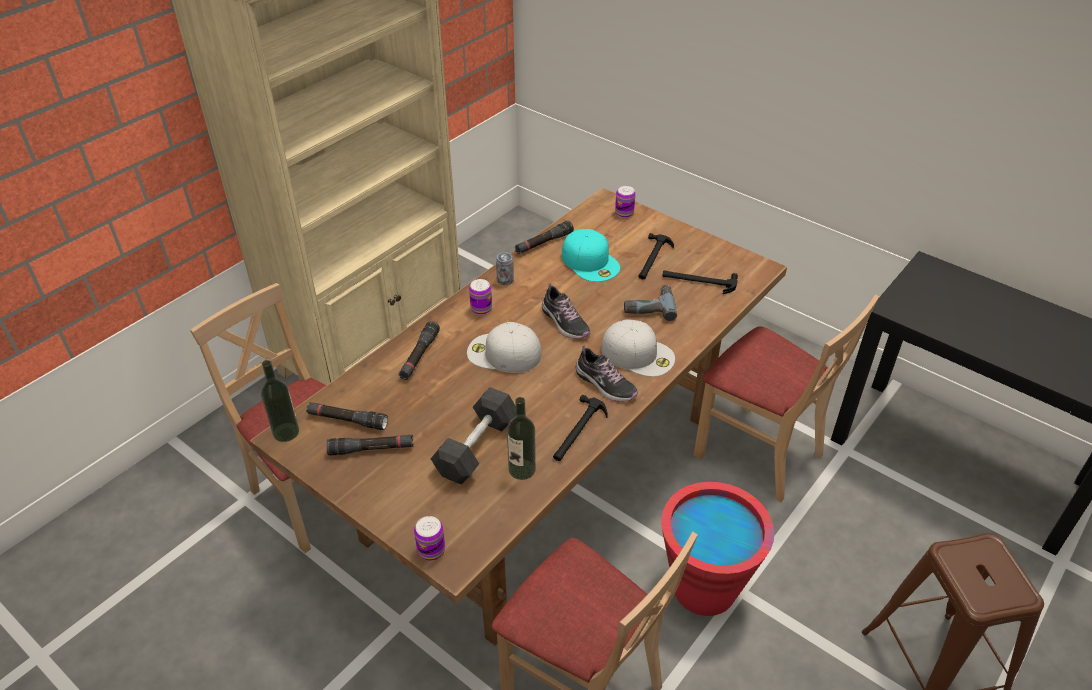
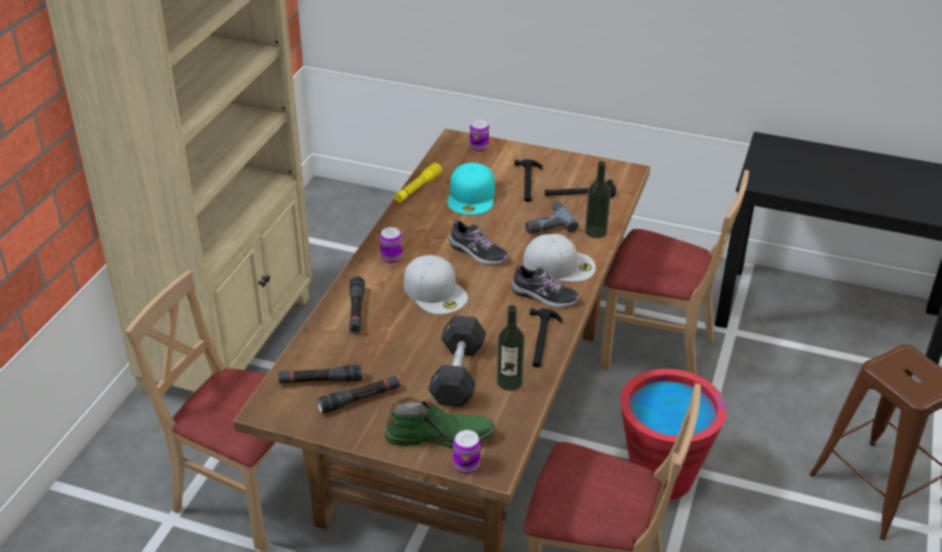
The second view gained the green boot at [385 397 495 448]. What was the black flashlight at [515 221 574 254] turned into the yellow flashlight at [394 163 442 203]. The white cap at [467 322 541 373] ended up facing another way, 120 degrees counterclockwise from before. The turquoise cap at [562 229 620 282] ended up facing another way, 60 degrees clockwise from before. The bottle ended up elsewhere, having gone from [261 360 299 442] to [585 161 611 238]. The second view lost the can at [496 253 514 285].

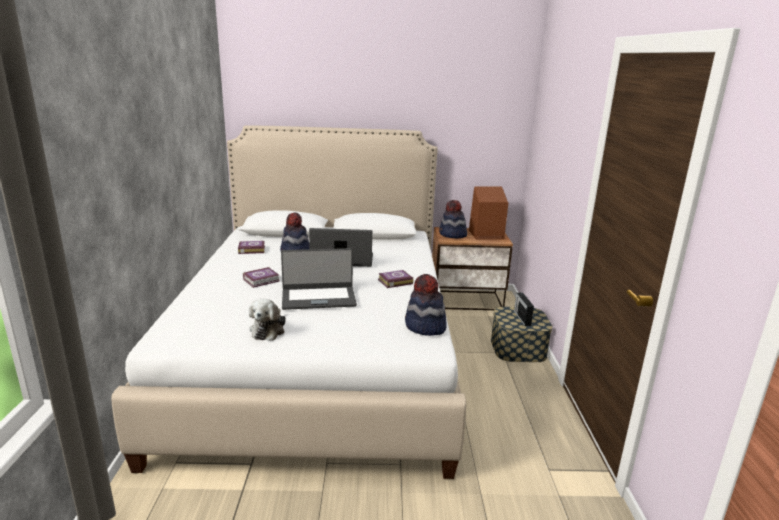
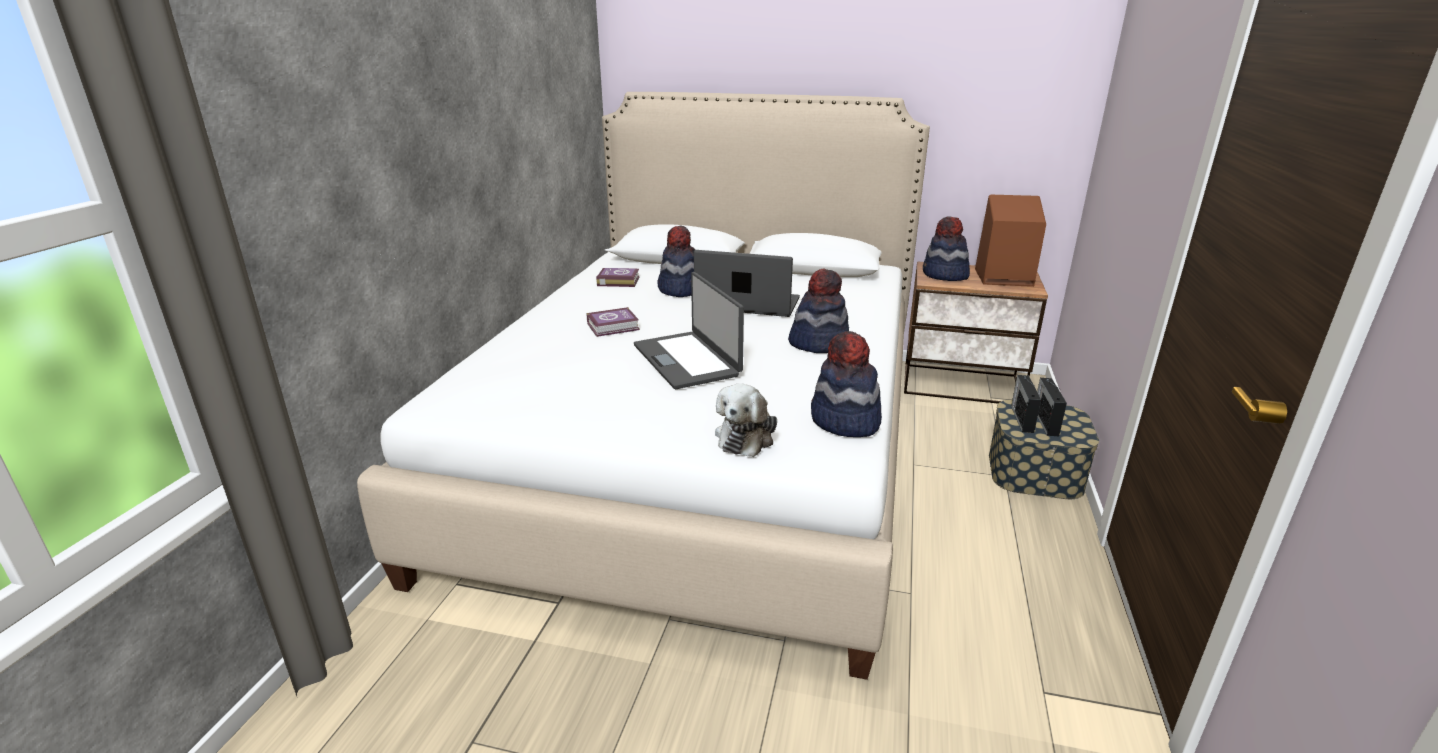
The laptop at [281 248 357 310] ended up facing another way, 60 degrees clockwise from before. The plush toy ended up elsewhere, having gone from [249 299 286 341] to [715 384 777 457]. Where the book stood at [378 270 413 288], the hat came to stand at [788 269 849 353]. The second view gained the radio at [1011 375 1041 433].

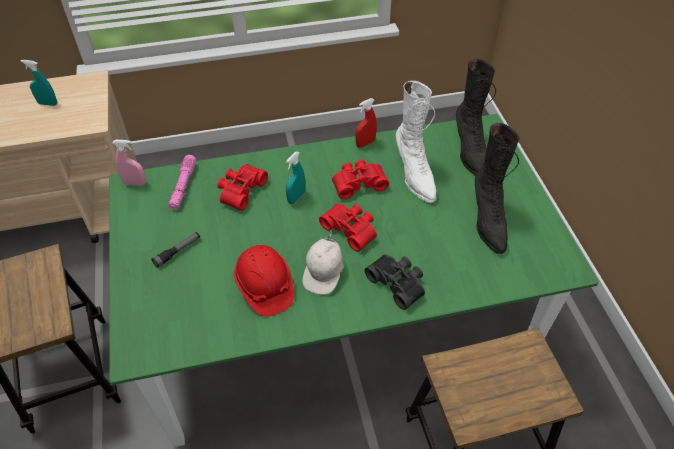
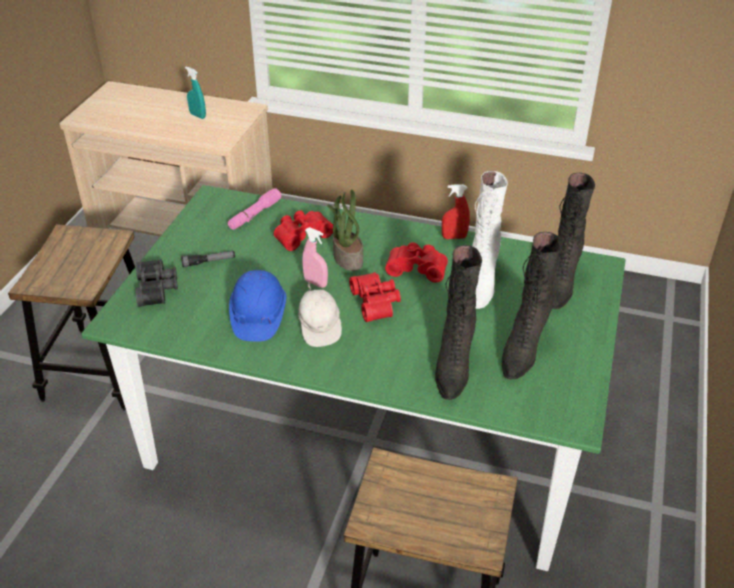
The black binoculars ended up elsewhere, having gone from [364 254 425 310] to [135 259 178 307]. What was the red hard hat at [234 245 294 317] turned into the blue hard hat at [229 270 286 342]. The white cap at [302 230 344 295] ended up facing another way, 60 degrees counterclockwise from before. The pink spray bottle ended up elsewhere, having gone from [112 140 146 186] to [302 227 328 288]. Where the turquoise spray bottle stood at [286 151 305 204], the potted plant came to stand at [327 189 363 271]. The second view gained the black boot at [435 245 482 400].

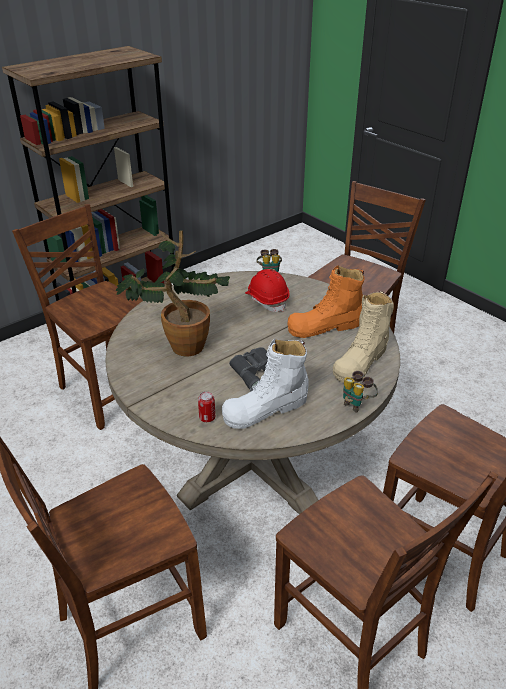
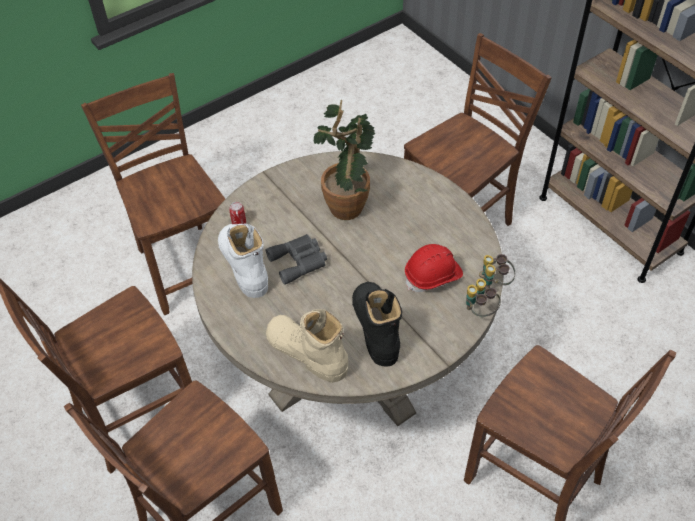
What was the orange boot at [288 265 364 338] turned into the black boot at [352 282 402 366]. The binoculars ended up elsewhere, having gone from [343 371 378 412] to [466 278 501 317].

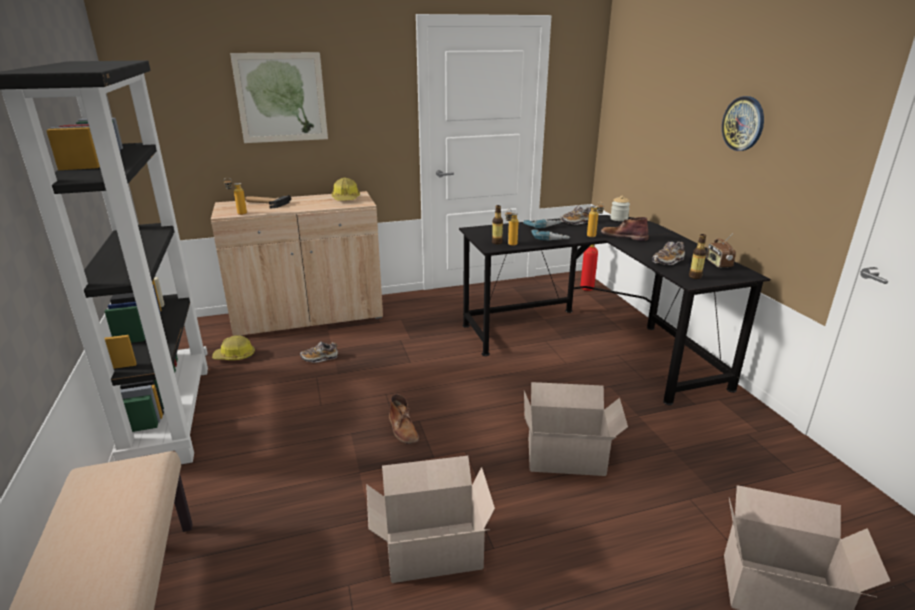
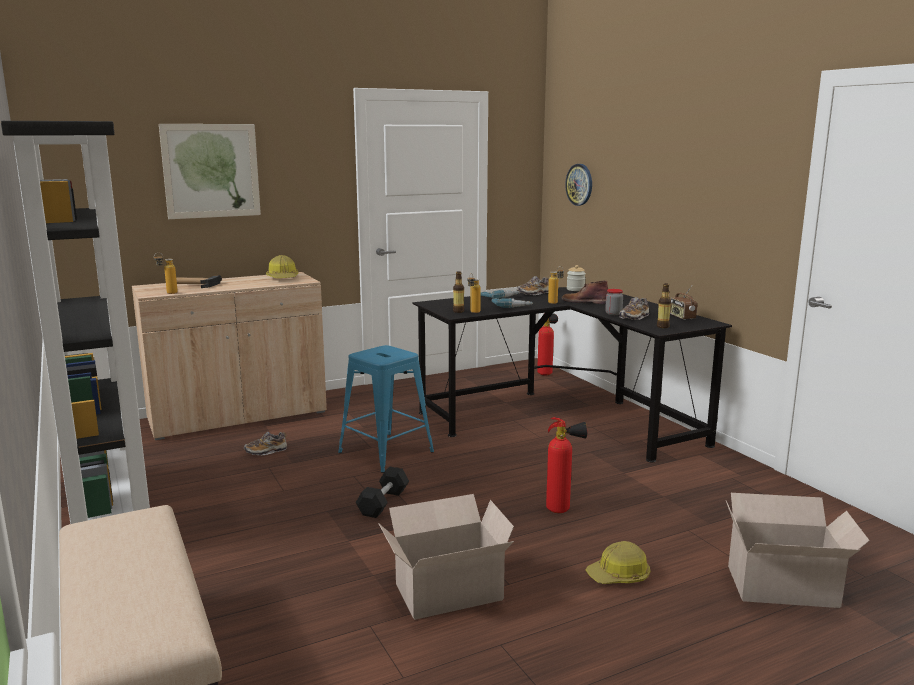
The second view gained the blue stool at [338 345 434 473]. Where the brown boot stood at [389 394 419 444], the black dumbbell came to stand at [356 467 409 518]. Where the cardboard box stood at [524 382 628 476], the fire extinguisher came to stand at [546 417 587 513]. The wall clock ended up elsewhere, having gone from [722 96 764 151] to [565 164 592 206]. The hard hat ended up elsewhere, having gone from [212 335 255 360] to [586 541 650 584]. The second view gained the jar at [605 289 623 315].

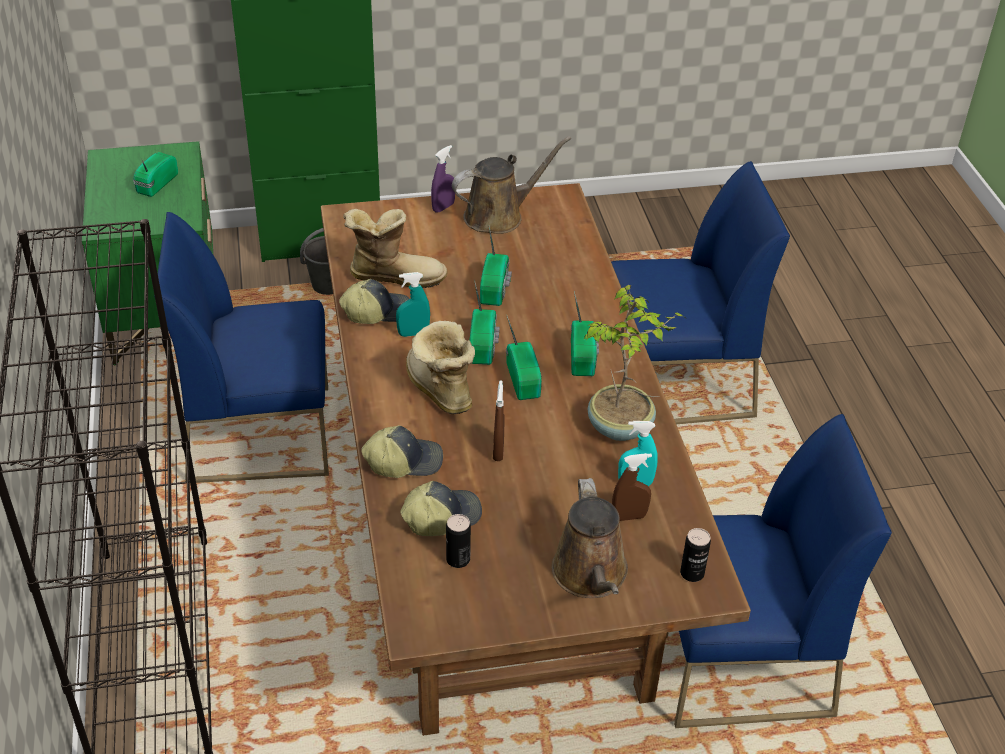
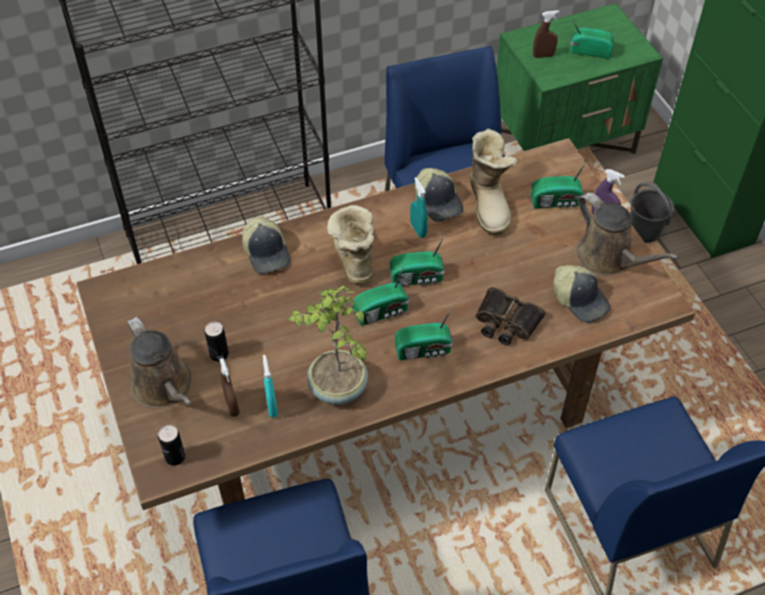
The brown watering can at [551 478 628 598] ended up facing another way, 105 degrees counterclockwise from before. The can ended up elsewhere, having gone from [446 514 471 568] to [205 322 229 362]. The boot at [406 321 475 414] ended up facing another way, 60 degrees counterclockwise from before. The second view gained the binoculars at [476 287 545 345]. The radio ended up elsewhere, having gone from [480 226 512 306] to [531 159 588 208]. The brown spray bottle ended up elsewhere, having gone from [493 380 505 461] to [533 10 559 58]. The cap ended up elsewhere, having gone from [400 481 482 536] to [553 265 611 323].

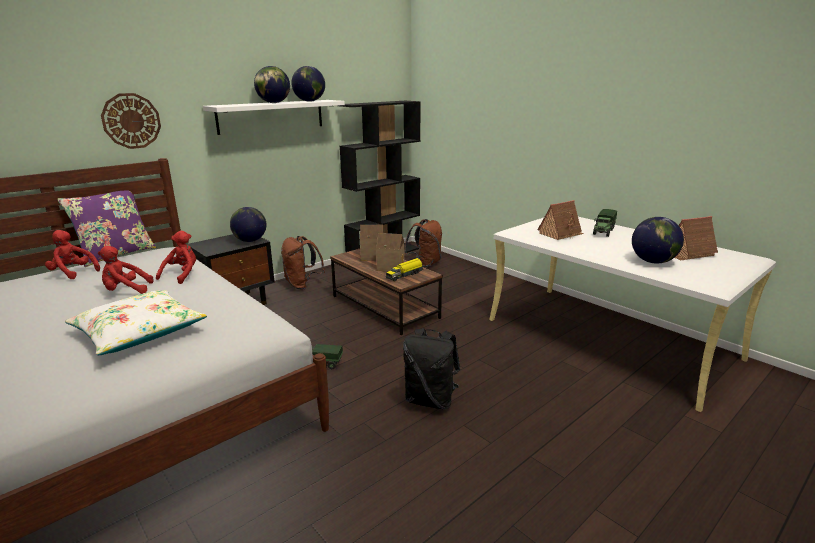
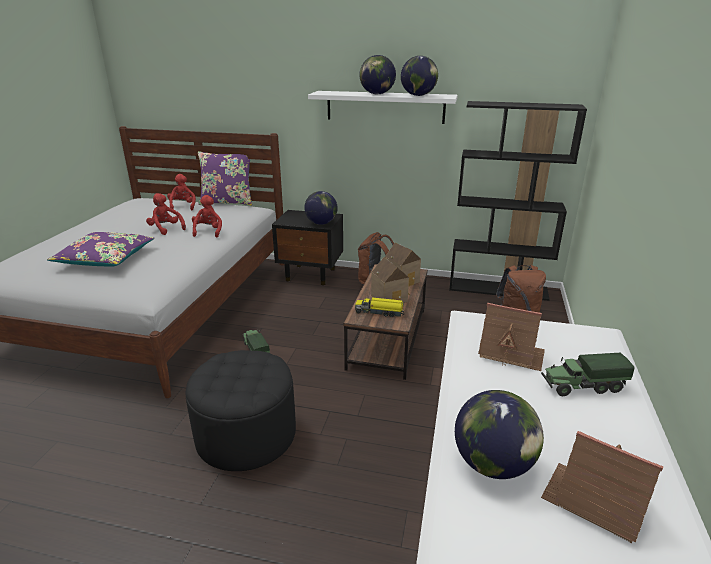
What was the white pillow at [65 290 207 355] turned into the purple pillow at [47 232 155 267]. Where the black backpack stood at [403 328 460 409], the black ottoman came to stand at [185 350 296 471]. The red plush toy at [156 231 196 284] ended up facing another way, 75 degrees counterclockwise from before. The second view lost the wall clock at [101 93 161 149].

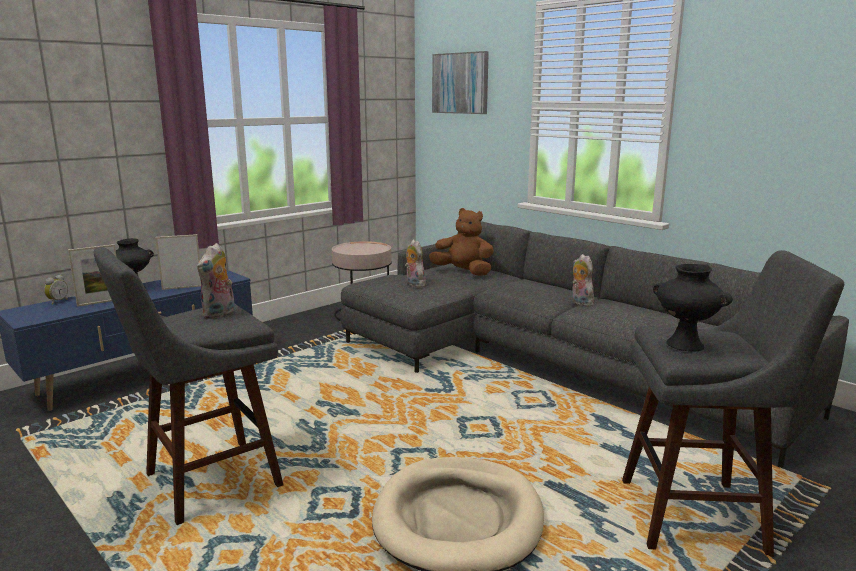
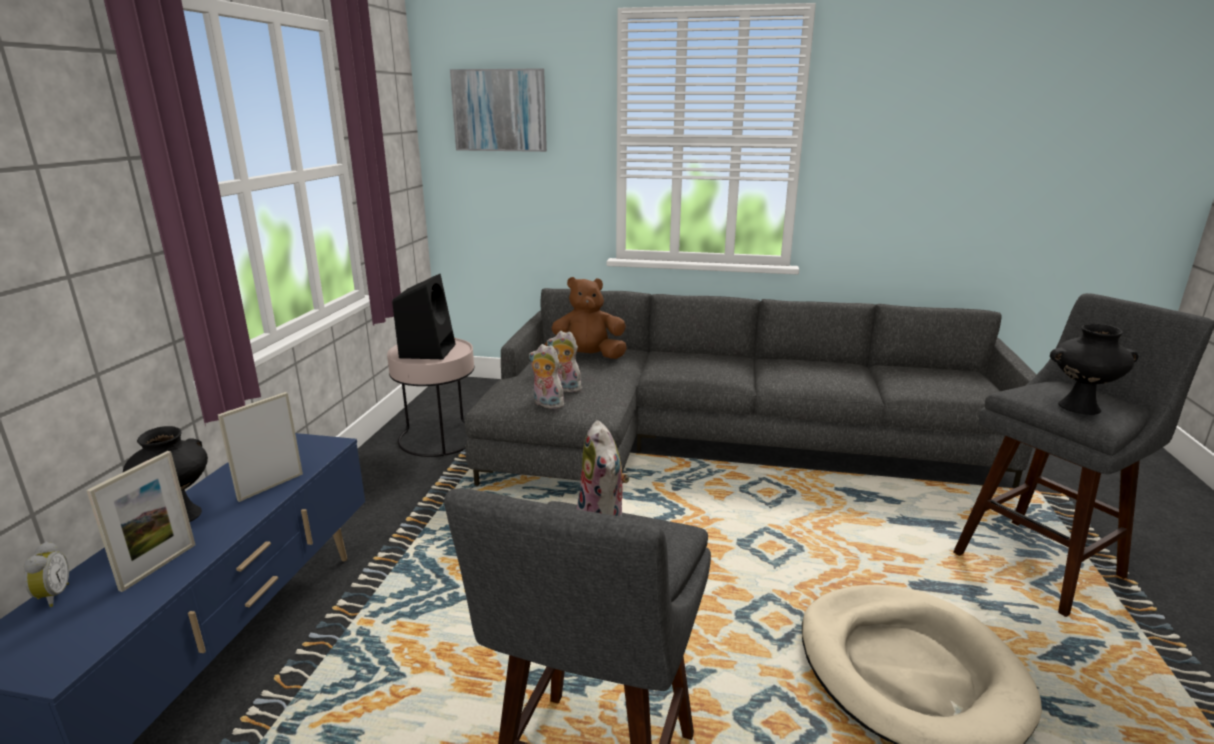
The second view gained the black speaker at [392 274 456 359]. The plush toy ended up elsewhere, having gone from [572 254 594 307] to [529 344 564 409].

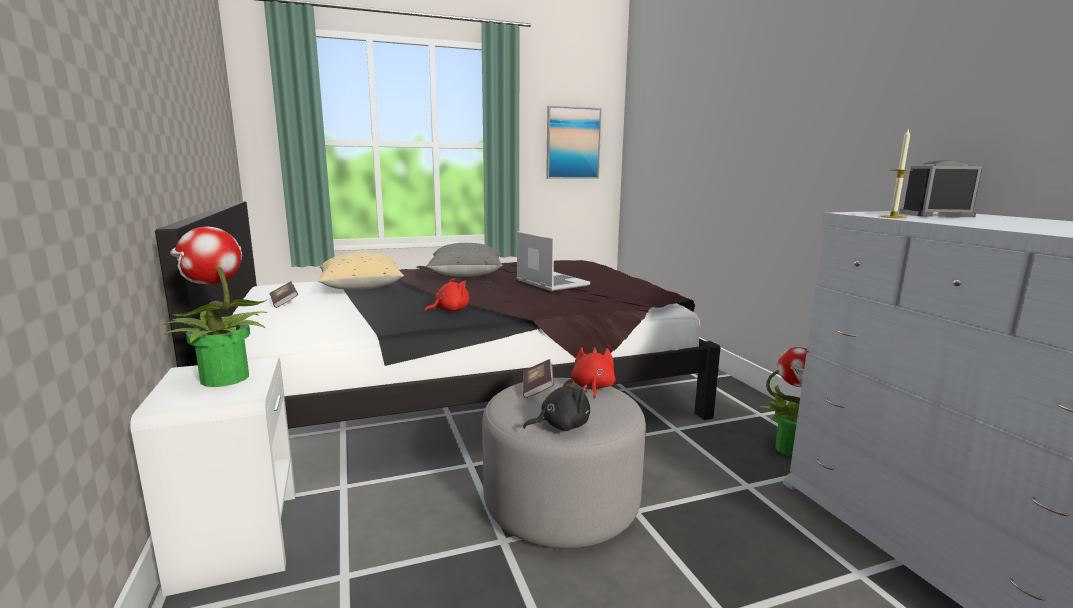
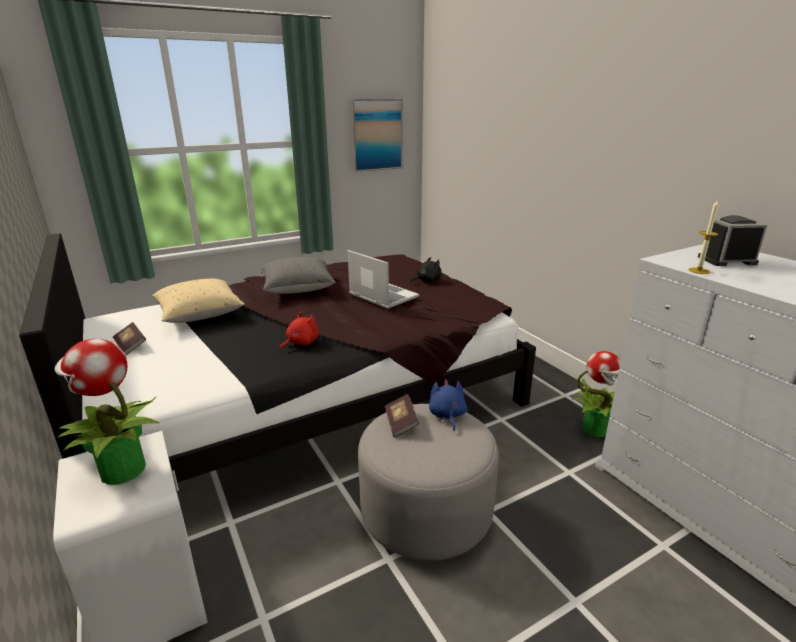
The black plush toy ended up elsewhere, having gone from [523 378 590 431] to [410 257 442 283]. What was the red plush toy at [571 347 616 399] turned into the blue plush toy at [429 379 467 431].

